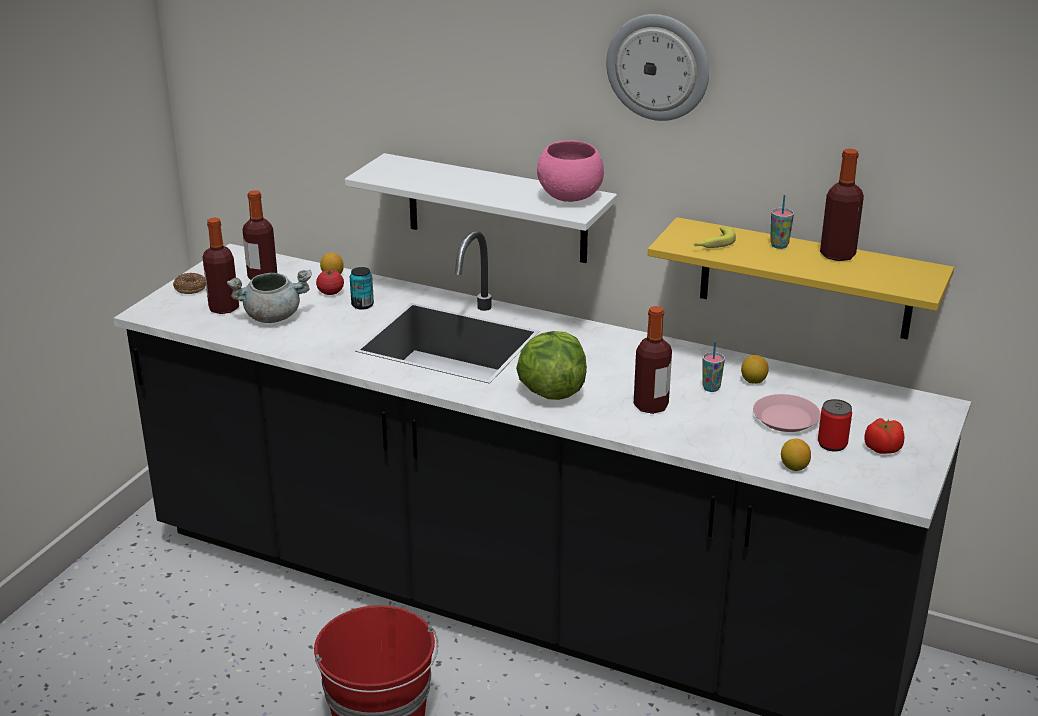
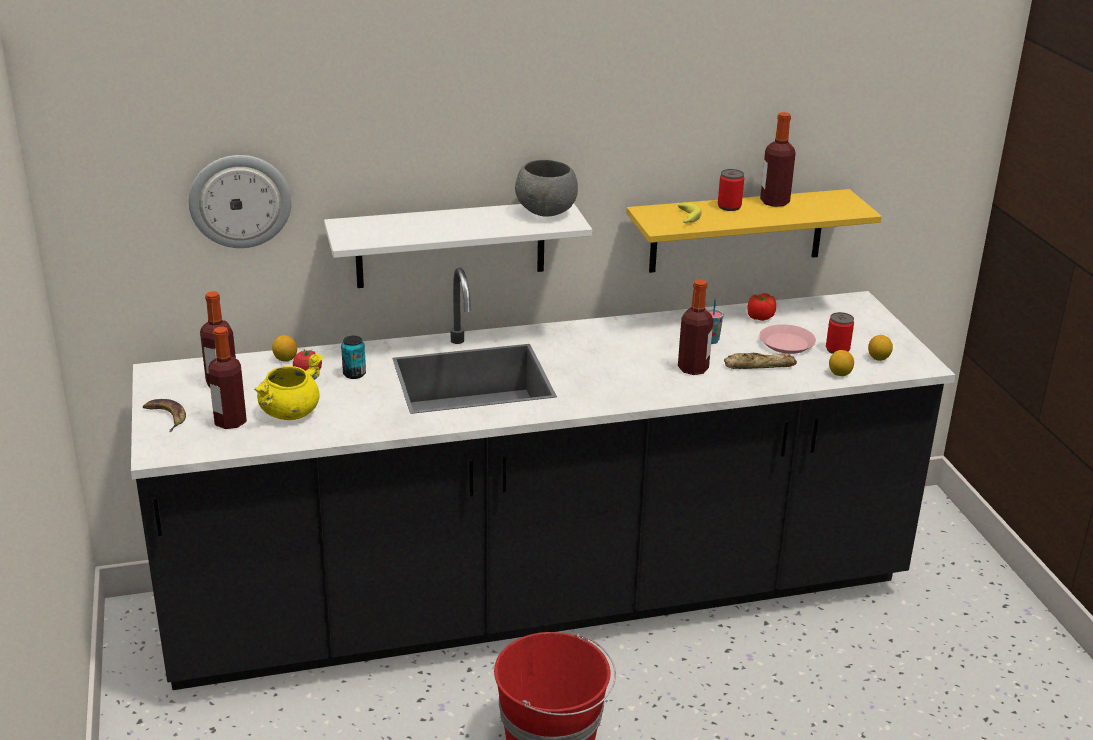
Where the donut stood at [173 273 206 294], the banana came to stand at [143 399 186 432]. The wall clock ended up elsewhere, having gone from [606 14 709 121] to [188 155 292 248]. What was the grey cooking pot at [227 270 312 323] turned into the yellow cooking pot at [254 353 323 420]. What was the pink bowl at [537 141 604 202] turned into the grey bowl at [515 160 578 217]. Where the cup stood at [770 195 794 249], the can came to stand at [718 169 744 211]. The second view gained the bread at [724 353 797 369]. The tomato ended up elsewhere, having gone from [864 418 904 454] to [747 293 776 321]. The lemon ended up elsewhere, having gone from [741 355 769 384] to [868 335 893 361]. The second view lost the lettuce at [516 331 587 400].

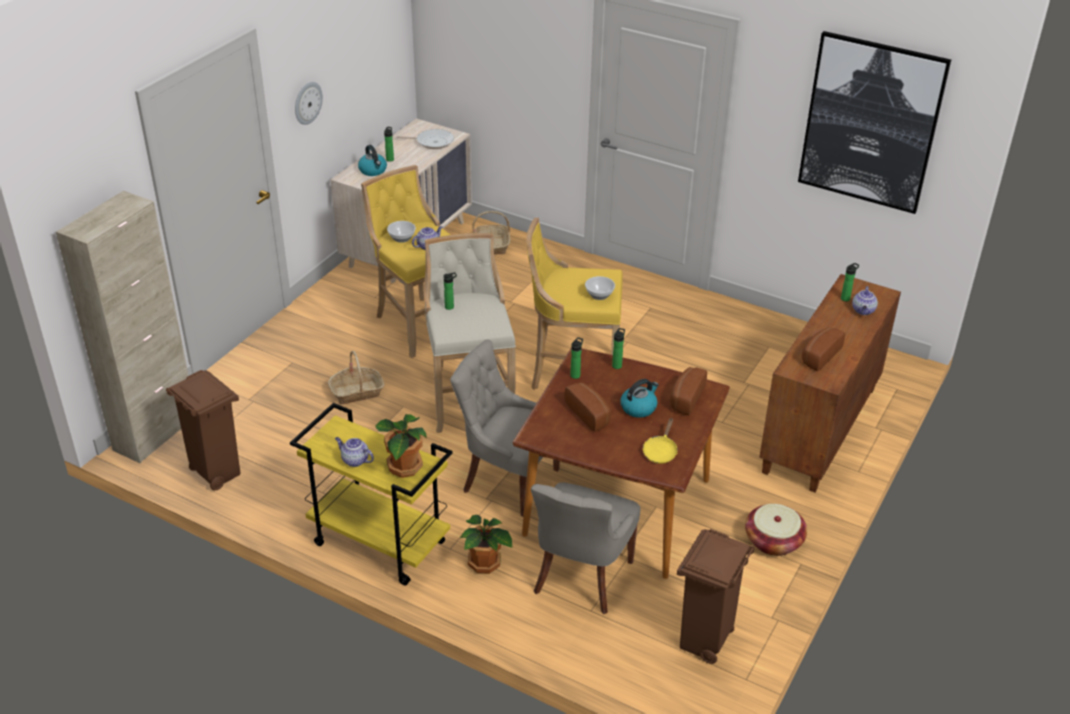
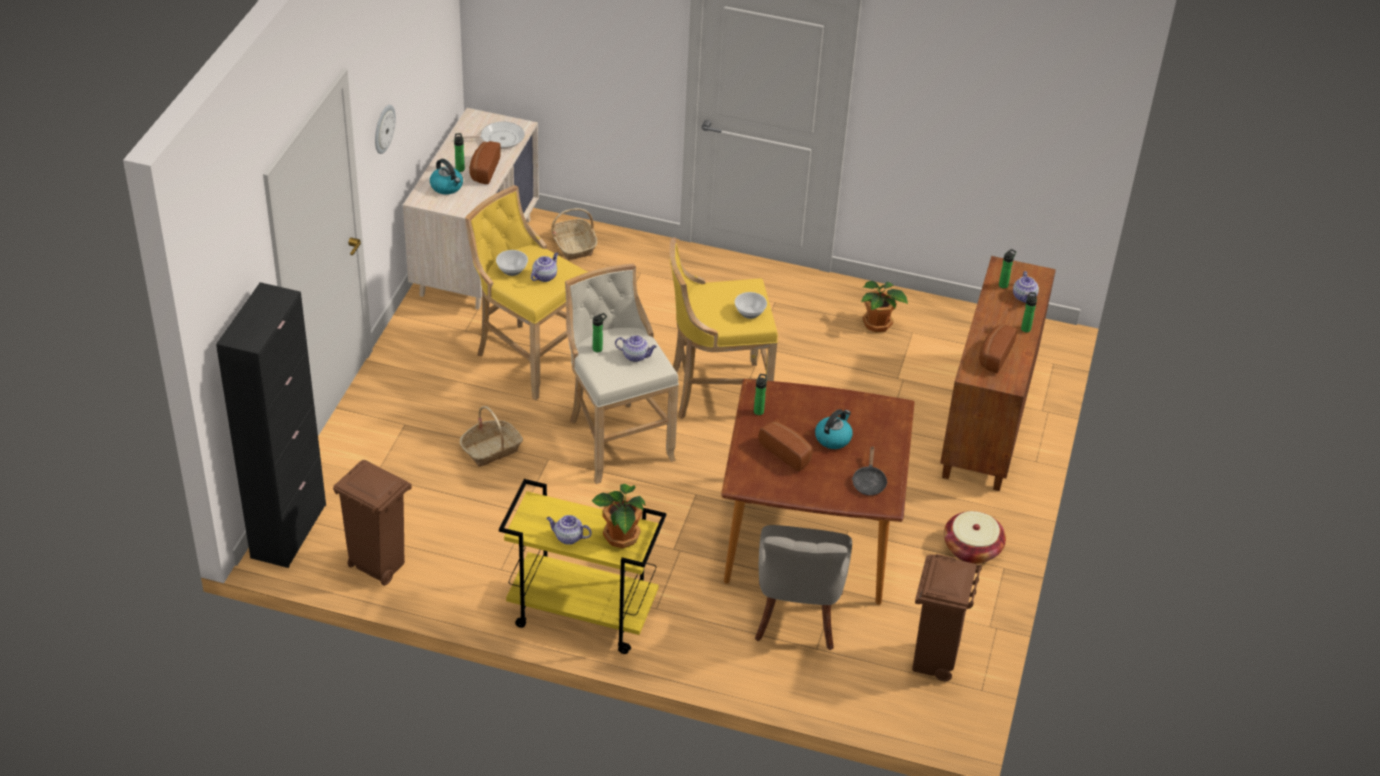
What was the beige cabinet at [56 191 189 464] turned into the black cabinet at [216 282 326 568]. The bread ended up elsewhere, having gone from [670 367 707 416] to [469 141 501 184]. The second view gained the teapot at [615 335 657 362]. What was the yellow frying pan at [643 418 678 464] turned into the black frying pan at [852 446 888 496]. The potted plant ended up elsewhere, having gone from [460 515 512 574] to [861 281 908 333]. The bottle ended up elsewhere, having gone from [612 328 625 369] to [1021 292 1037 332]. The second view lost the grey chair at [450 339 560 517]. The second view lost the picture at [798 31 951 214].

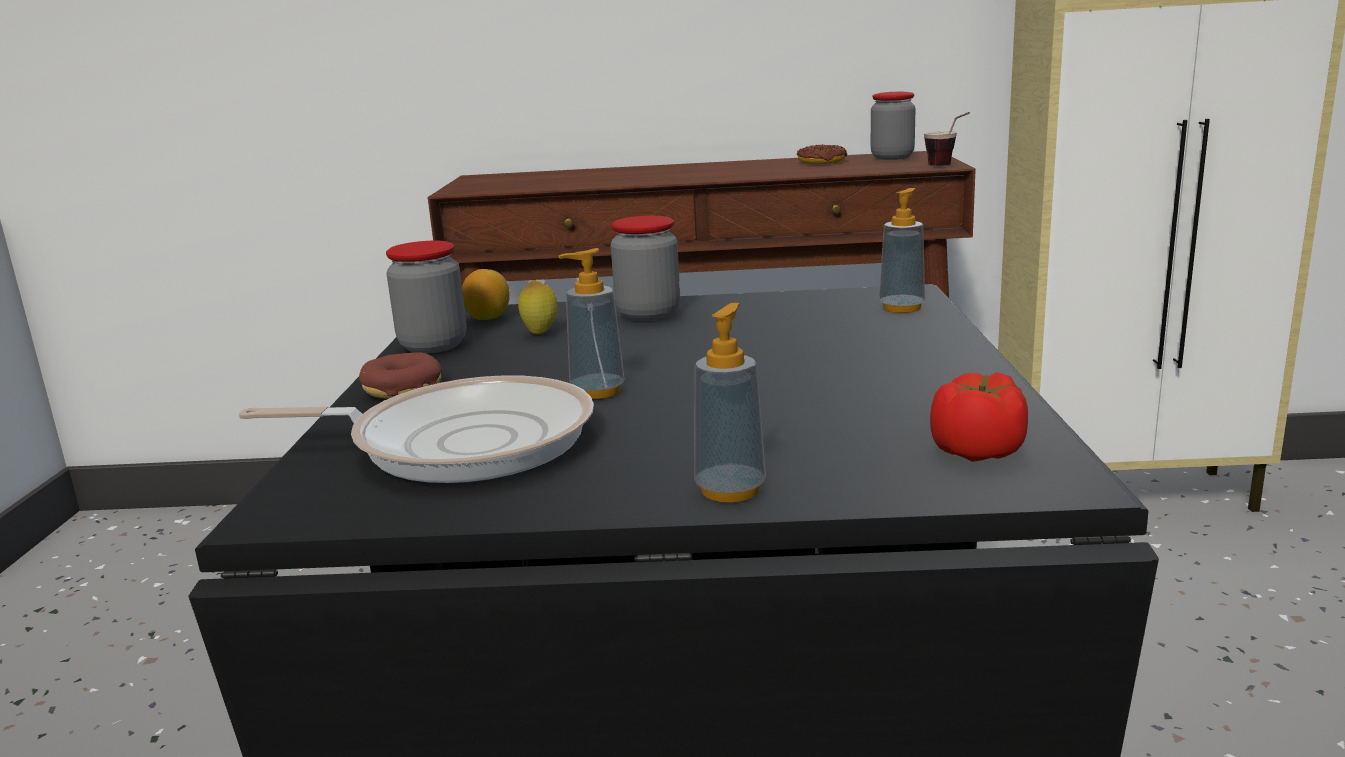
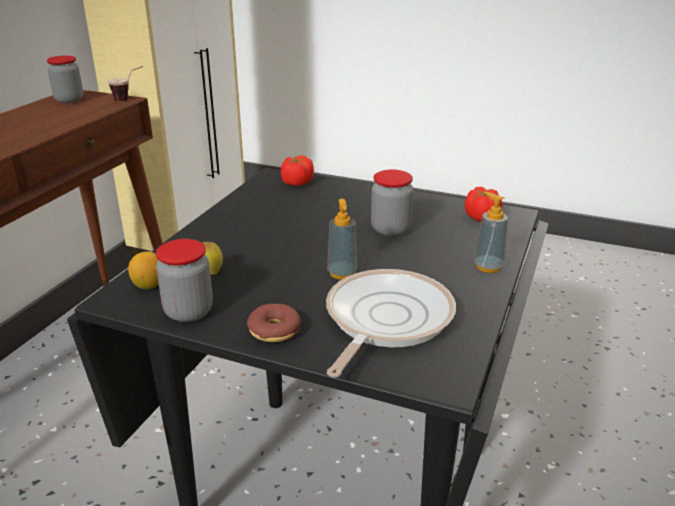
Where the soap dispenser stood at [879 188 925 313], the tomato came to stand at [281 155 314 186]. The jar ended up elsewhere, having gone from [611 216 680 321] to [371 169 413 237]. The second view lost the donut at [797 144 848 164].

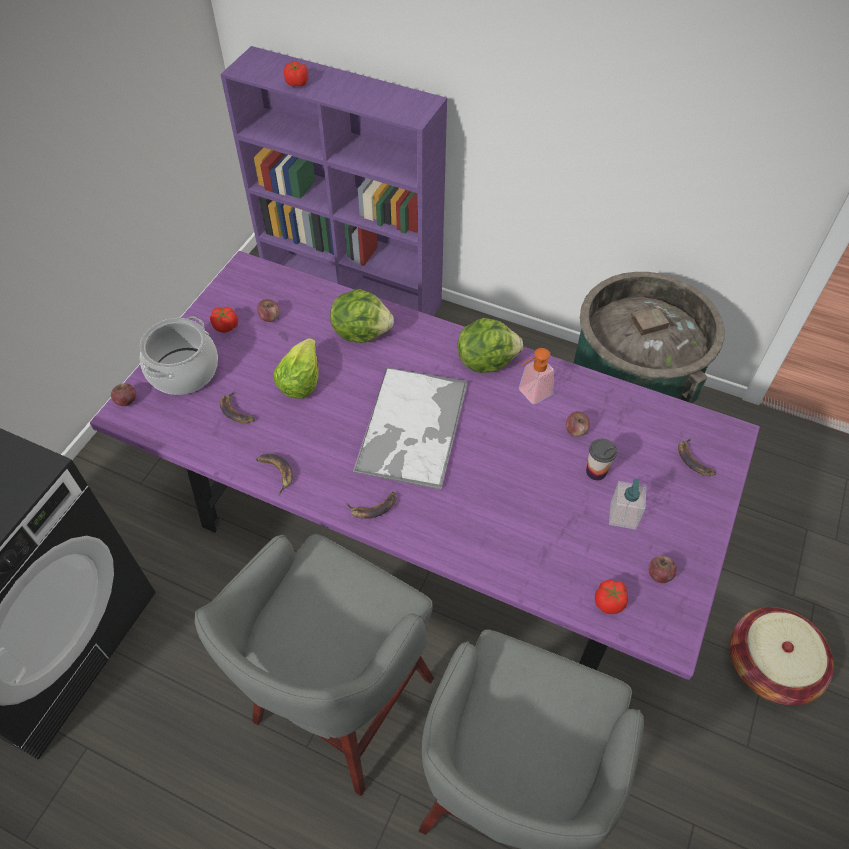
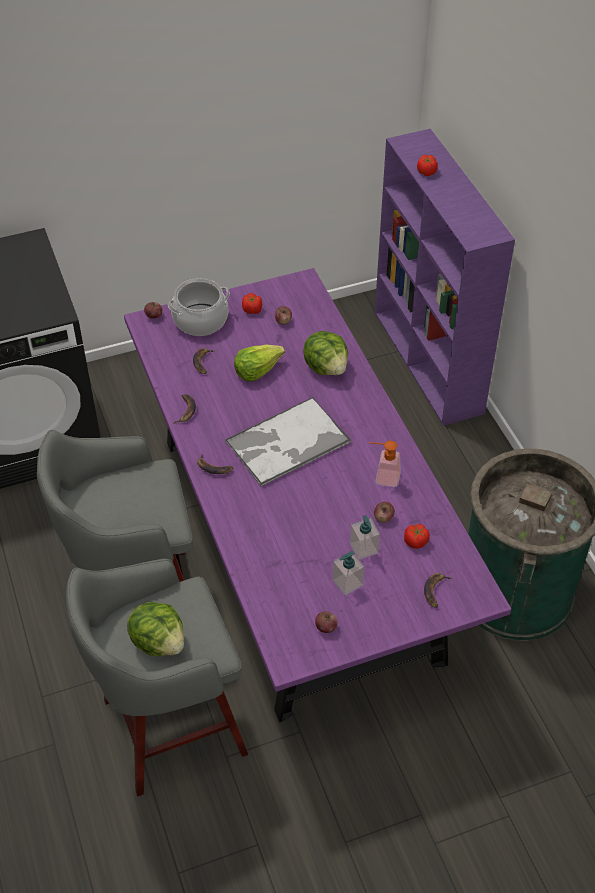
The lettuce ended up elsewhere, having gone from [458 318 523 373] to [127 602 184 656]. Where the cup stood at [586 439 617 481], the soap dispenser came to stand at [350 515 380 559]. The tomato ended up elsewhere, having gone from [595 580 628 614] to [404 524 430 549]. The second view lost the basket at [730 607 834 706].

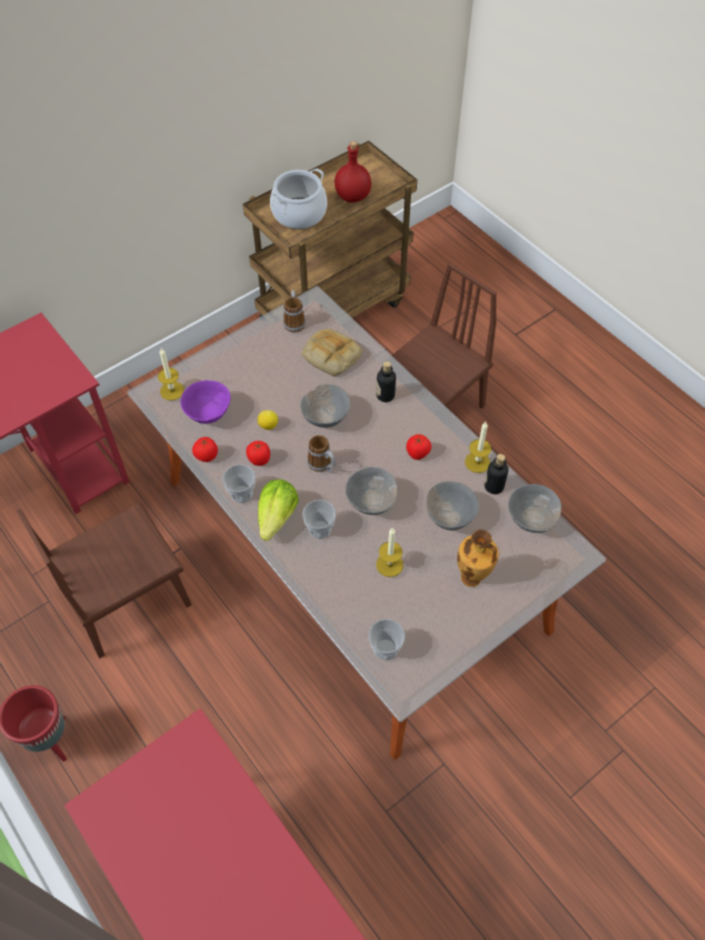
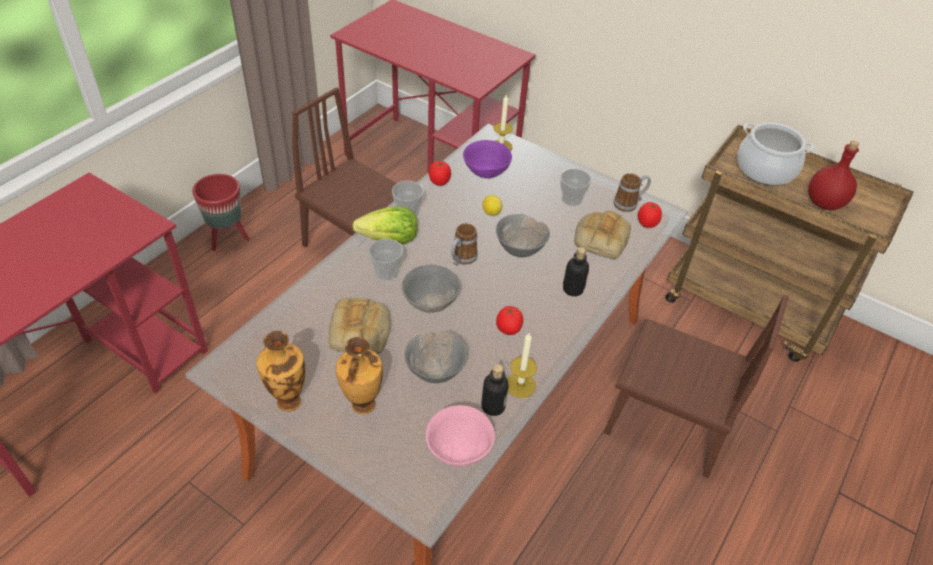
The second view gained the vase at [257 331 306 412]. Where the candle stood at [376 528 403 577], the bread came to stand at [329 298 391 354]. What was the grey bowl at [508 484 562 533] turned into the pink bowl at [426 405 495 467]. The cup ended up elsewhere, having gone from [368 619 405 660] to [560 169 591 206]. The tomato ended up elsewhere, having gone from [246 441 270 466] to [638 202 662 228].

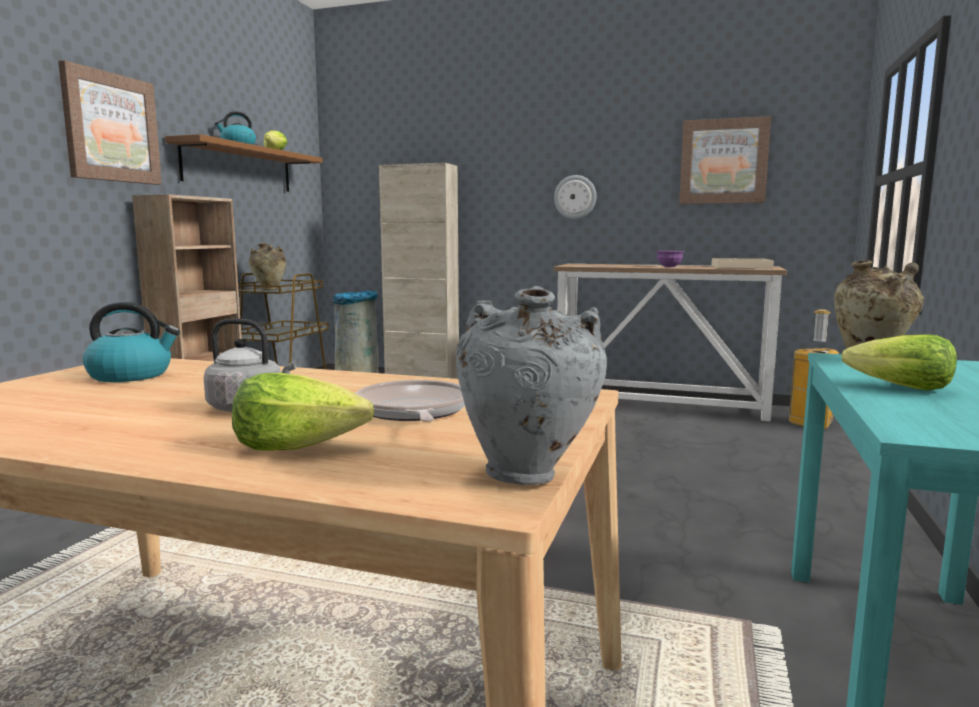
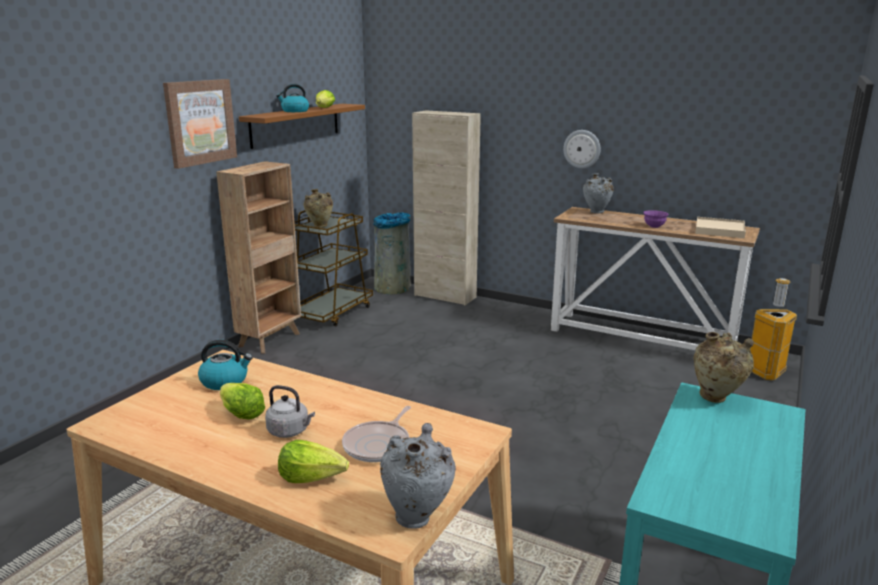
The lettuce ended up elsewhere, having gone from [841 334 957 391] to [220 383 265 420]. The frying pan at [355 380 465 422] ended up facing another way, 150 degrees counterclockwise from before. The second view gained the grey vase at [583 173 614 213]. The second view lost the picture at [679 116 771 204].

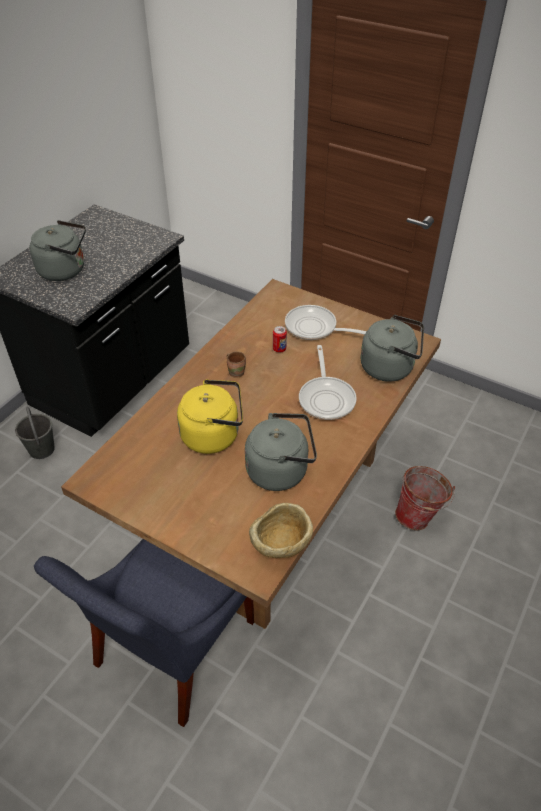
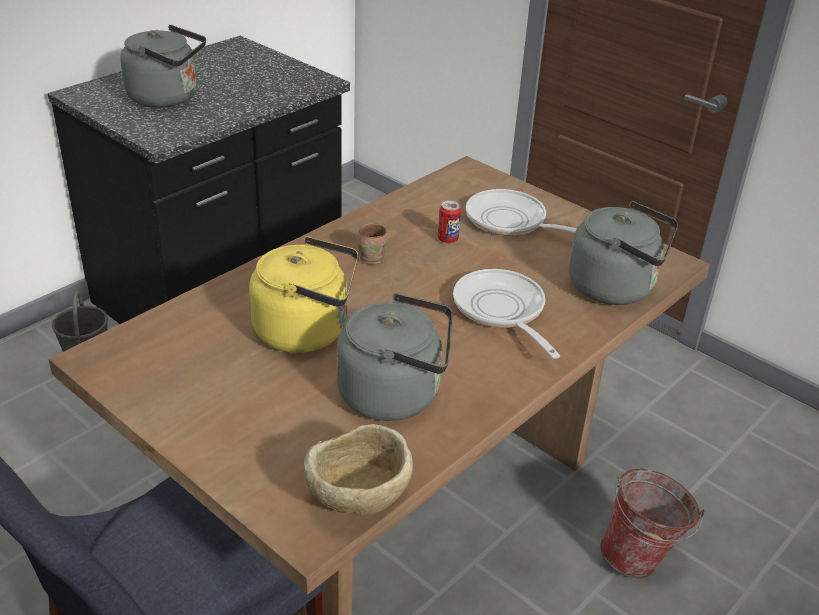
The frying pan at [299 345 357 420] ended up facing another way, 150 degrees clockwise from before.

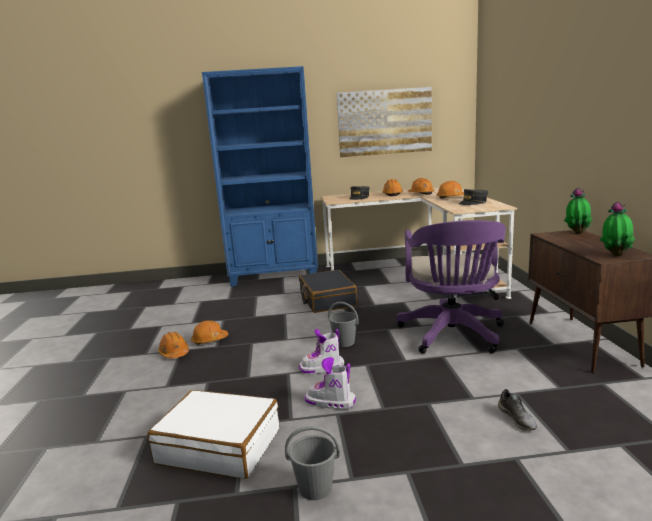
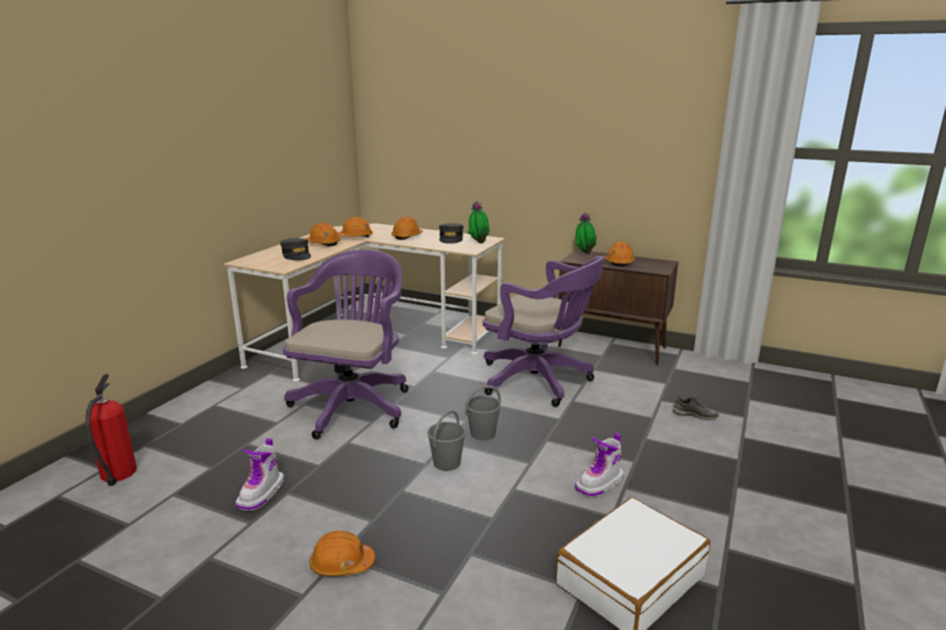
The second view gained the fire extinguisher at [85 374 137 486]. The boot ended up elsewhere, having gone from [299 329 344 374] to [235 438 284 511]. Where the black suitcase stood at [299 270 357 313], the purple office chair came to stand at [283 250 409 439]. The grey bucket ended up elsewhere, having gone from [285 426 340 500] to [427 410 466 471]. The potted plant ended up elsewhere, having gone from [600 201 635 256] to [468 201 490 243]. The orange hard hat ended up elsewhere, having gone from [191 320 228 345] to [605 241 635 267]. The second view lost the blue bookcase at [202 66 318 287]. The second view lost the picture at [337 87 432 157].

